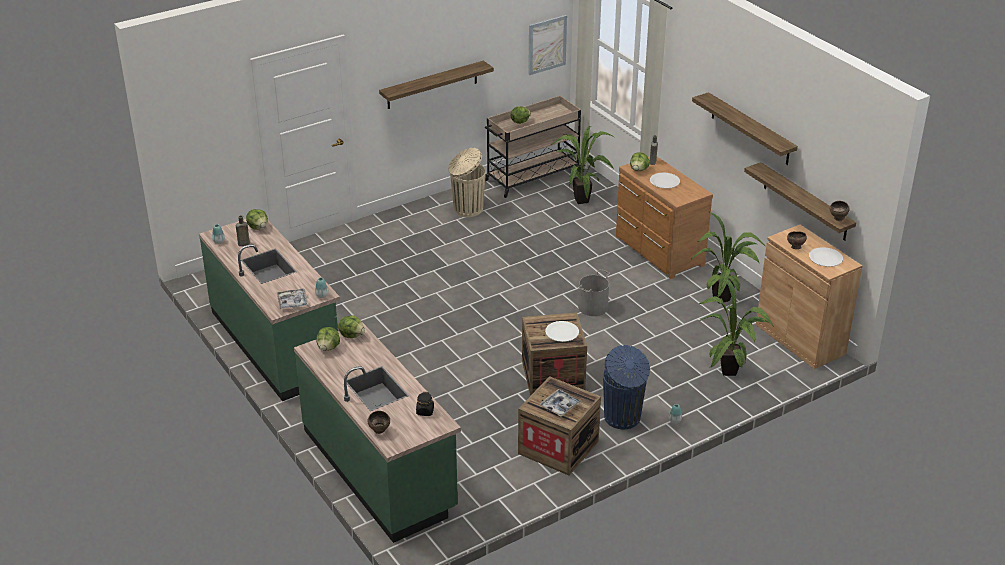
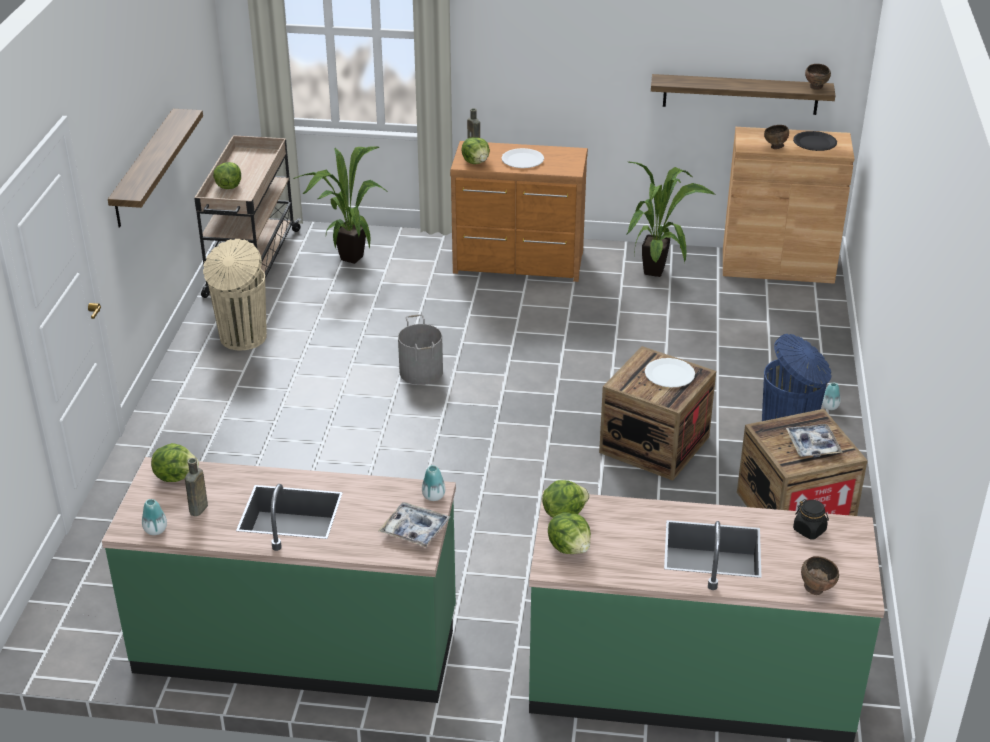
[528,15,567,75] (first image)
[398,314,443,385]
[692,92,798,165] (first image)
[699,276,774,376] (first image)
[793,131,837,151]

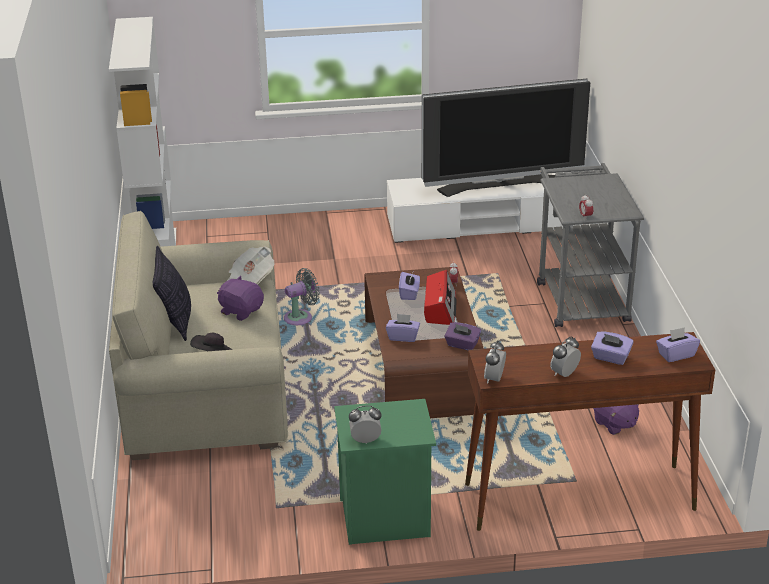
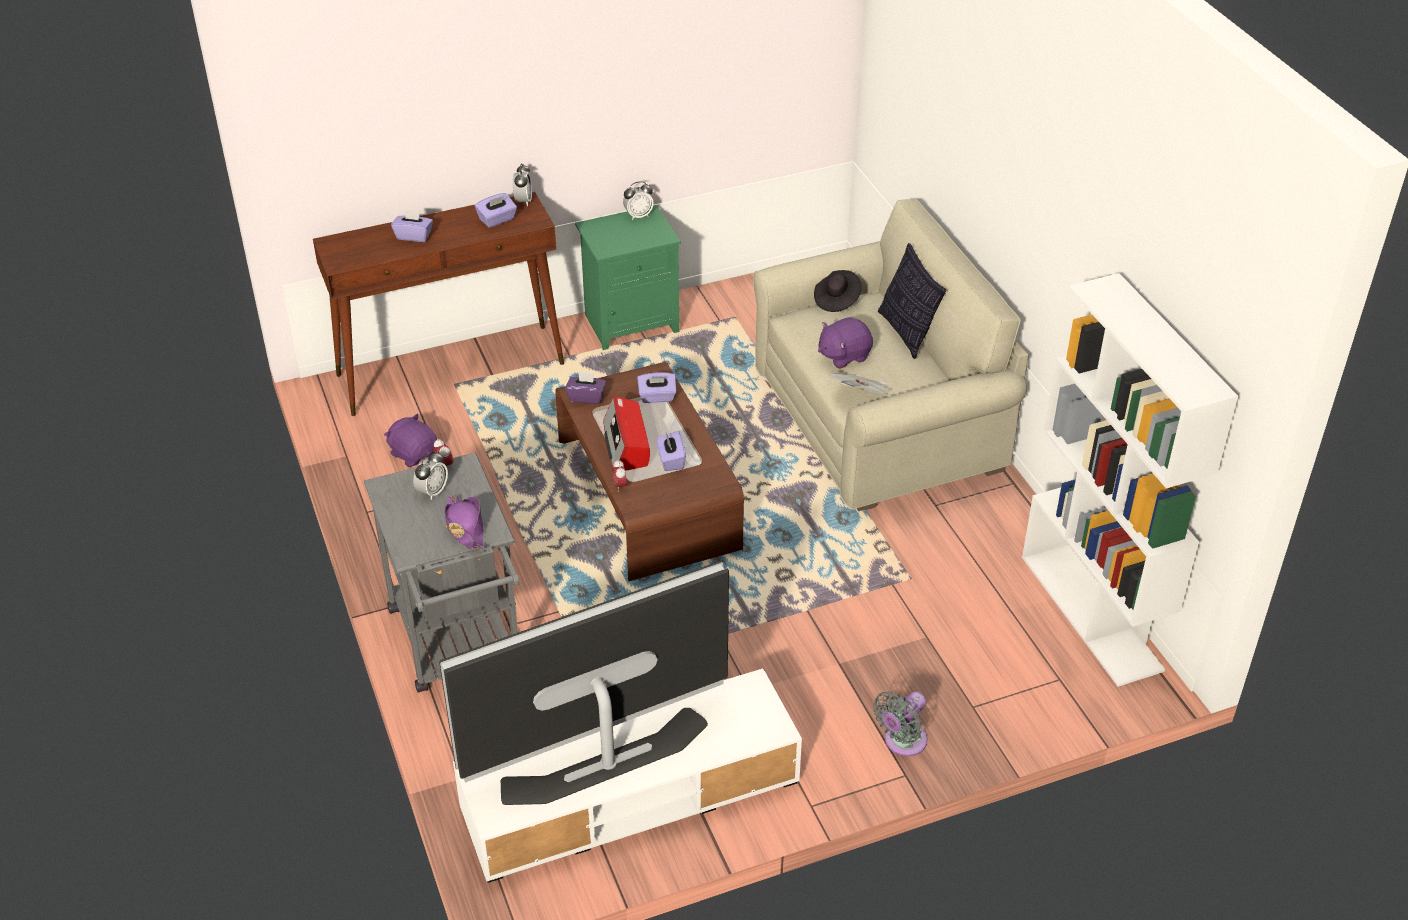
[818,317,873,369]
[873,691,928,756]
[413,451,448,500]
[475,193,517,228]
[444,495,484,550]

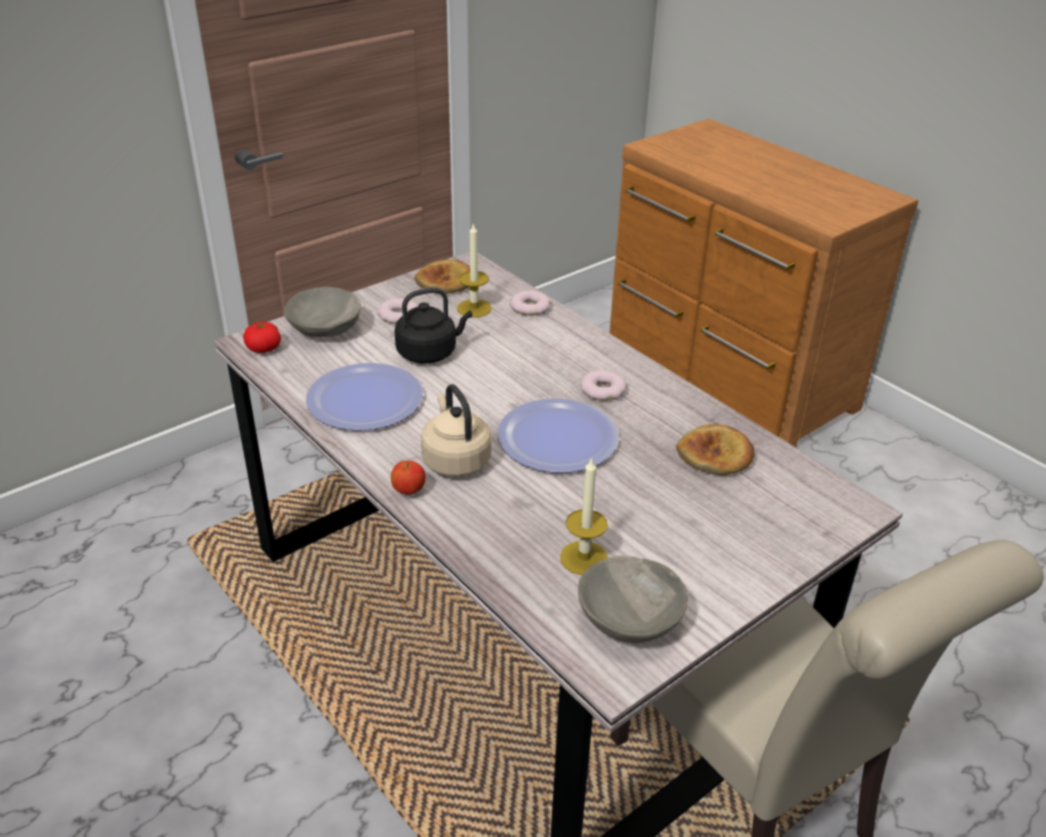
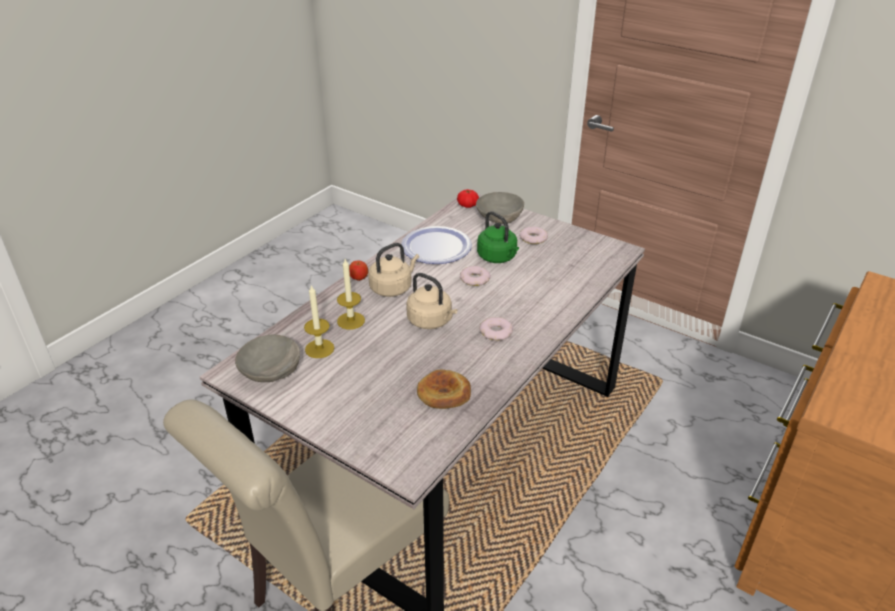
[477,211,519,263]
[414,259,470,294] (first image)
[337,259,365,329]
[406,273,457,329]
[460,266,491,286]

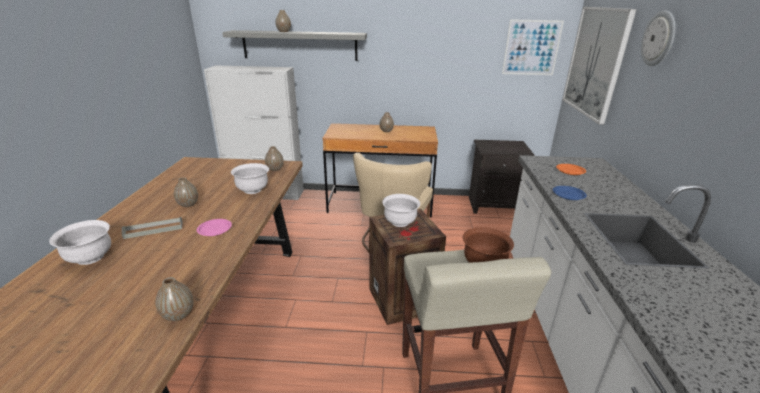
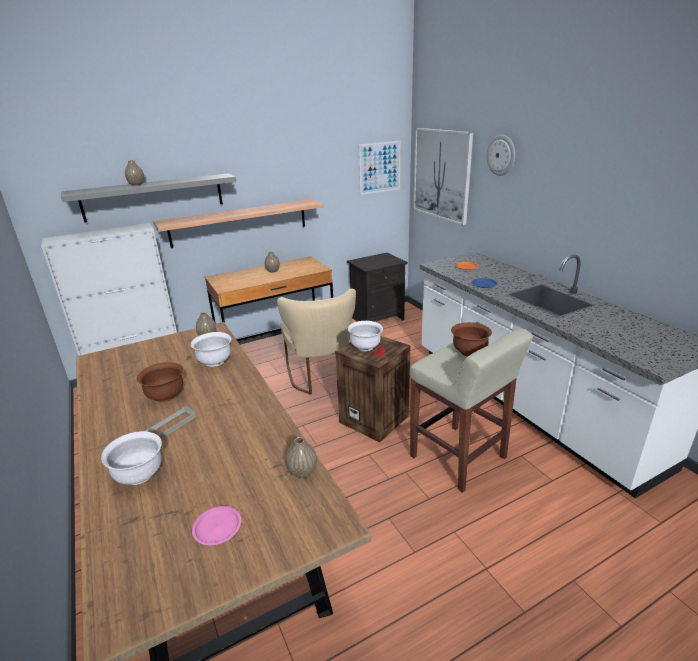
[137,362,183,402]
[192,506,241,545]
[153,199,324,248]

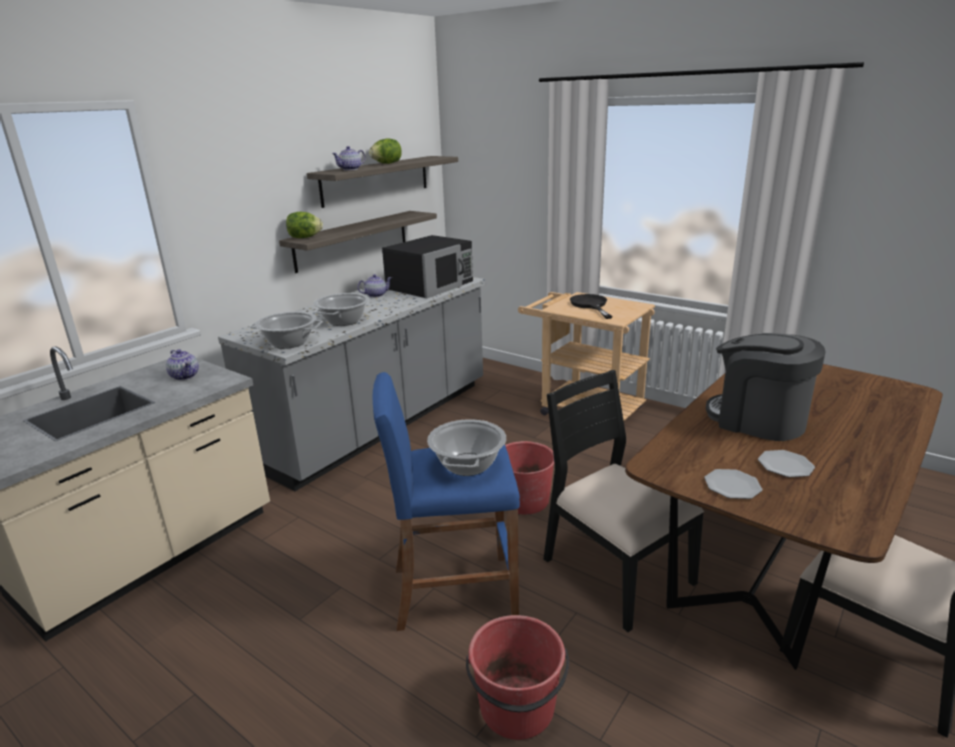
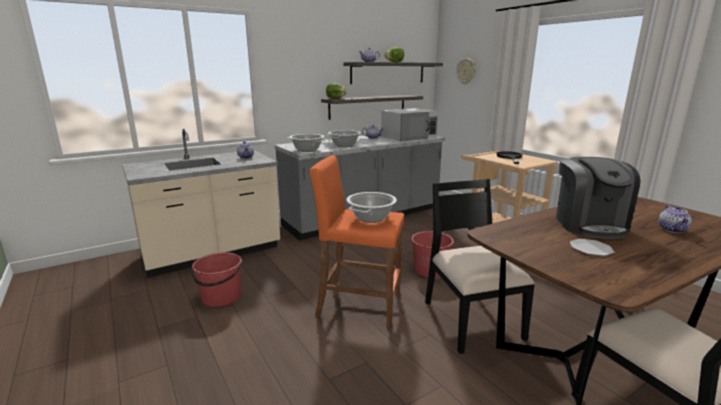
[310,155,404,328]
[381,108,438,142]
[191,252,242,307]
[704,469,762,499] (first image)
[556,157,641,239]
[457,58,476,84]
[658,205,692,233]

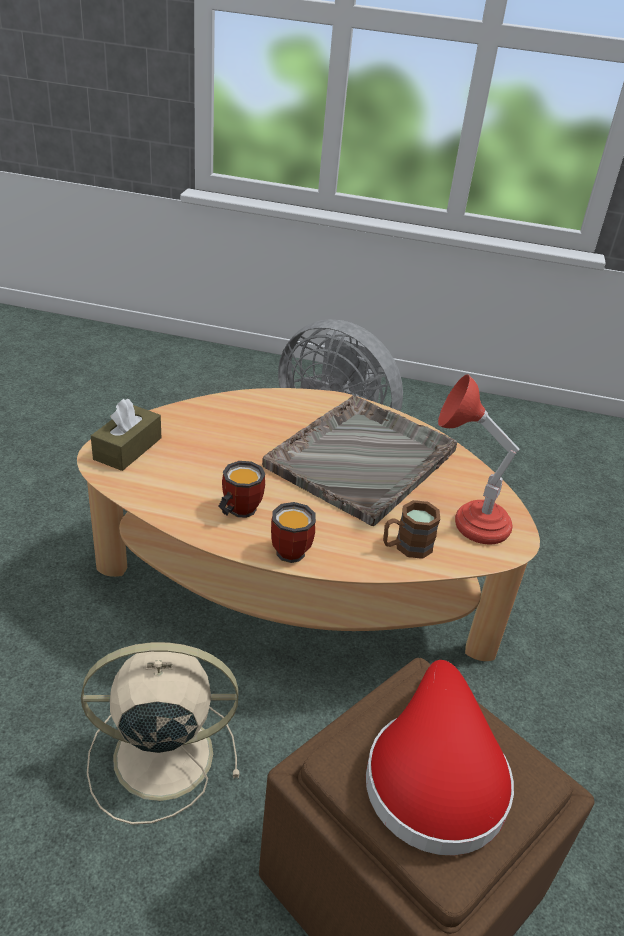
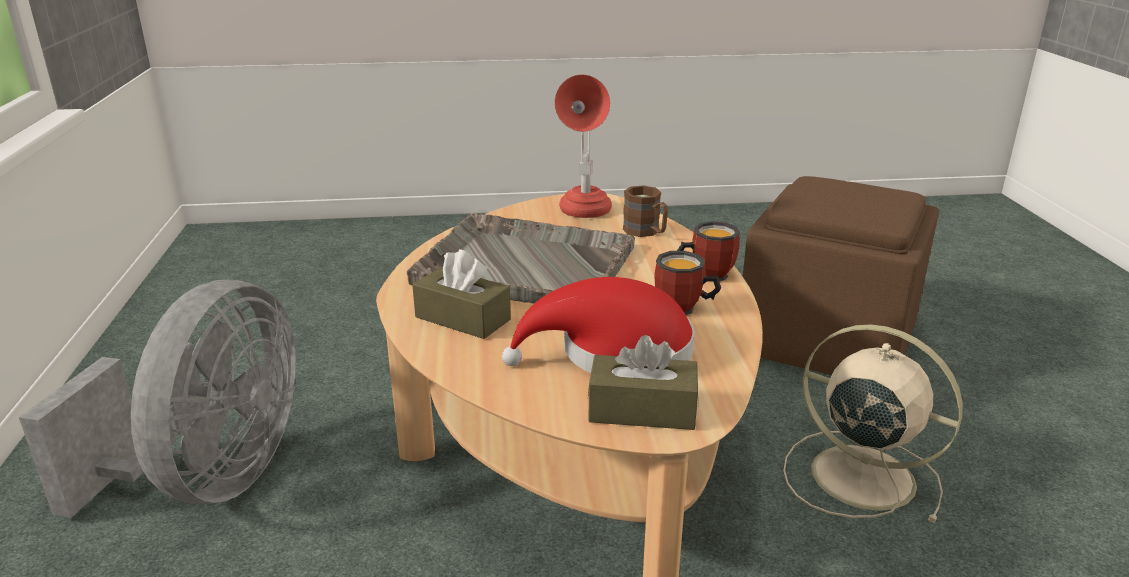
[783,324,963,523]
[502,277,695,373]
[412,250,511,339]

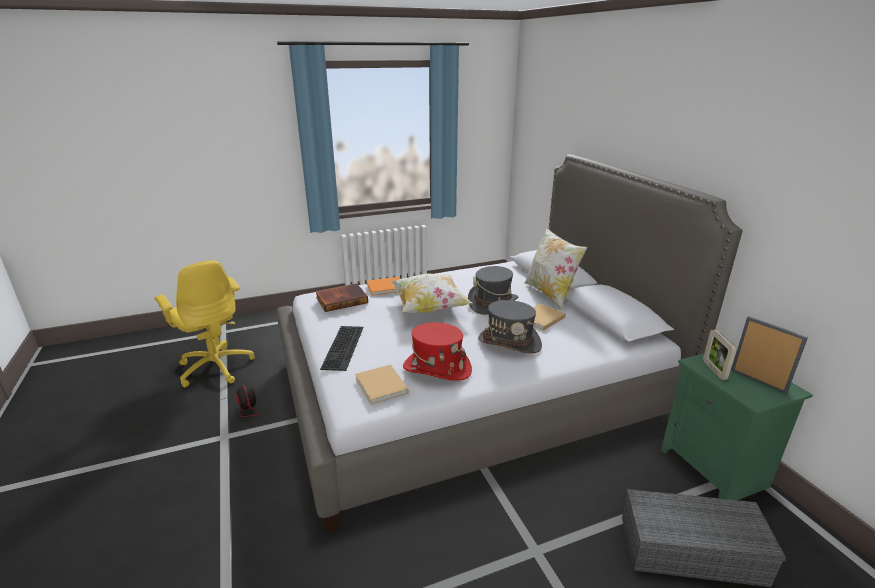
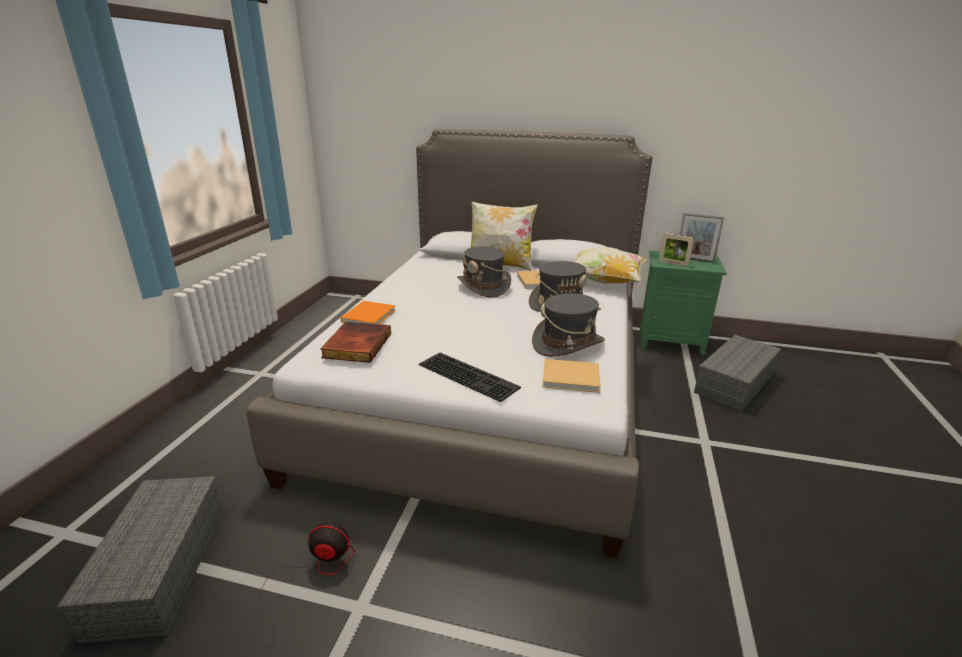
[57,476,223,644]
[575,247,646,284]
[532,293,605,357]
[680,213,725,263]

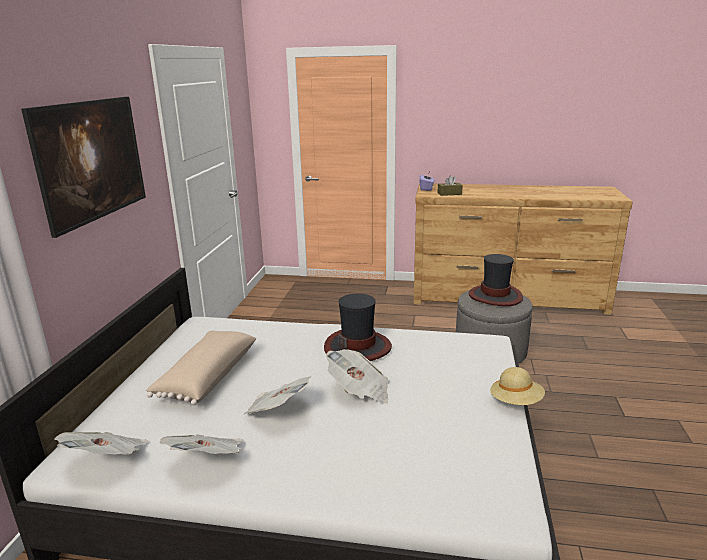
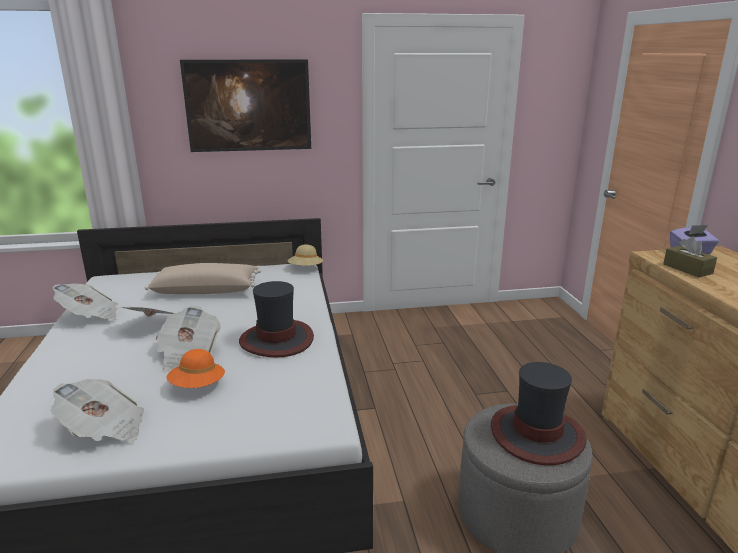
[51,379,144,442]
[288,244,323,266]
[166,349,225,388]

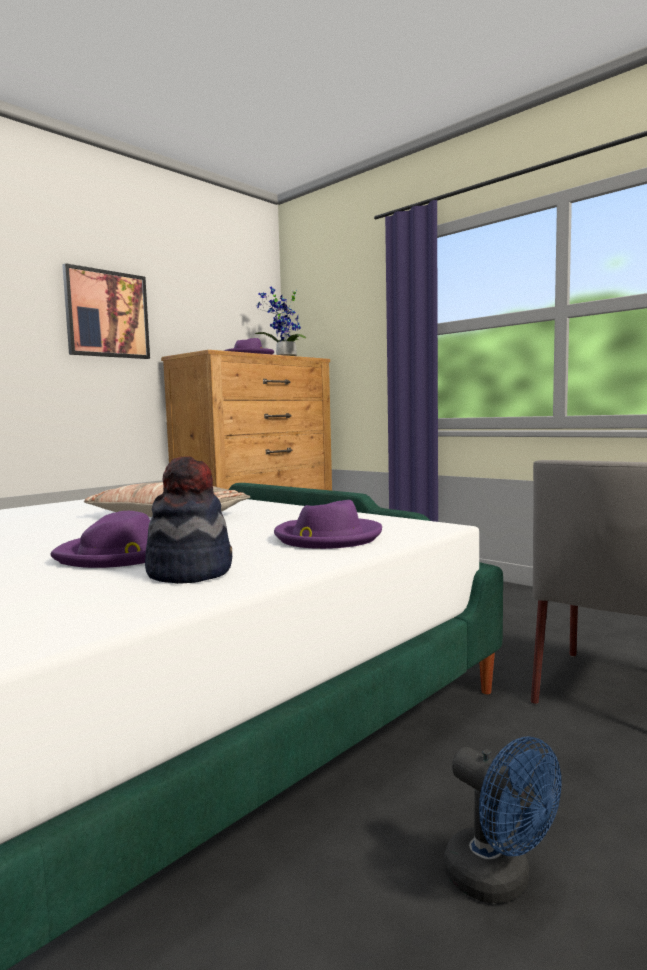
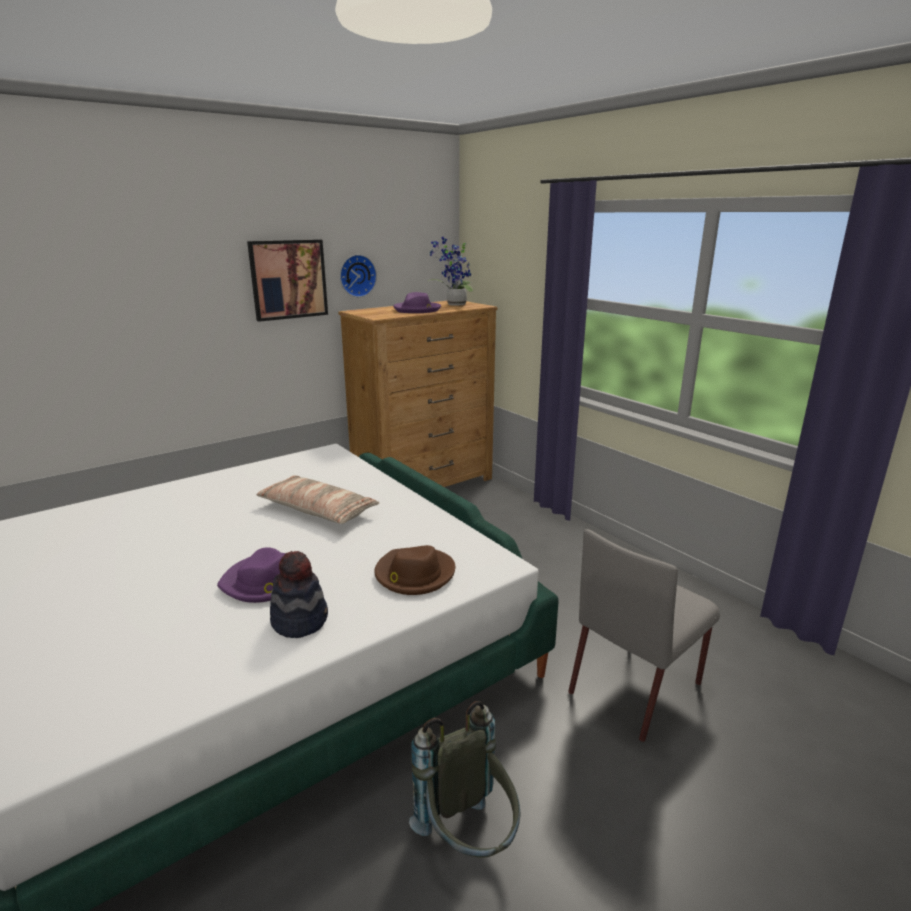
[374,545,455,595]
[409,701,520,858]
[340,255,377,297]

